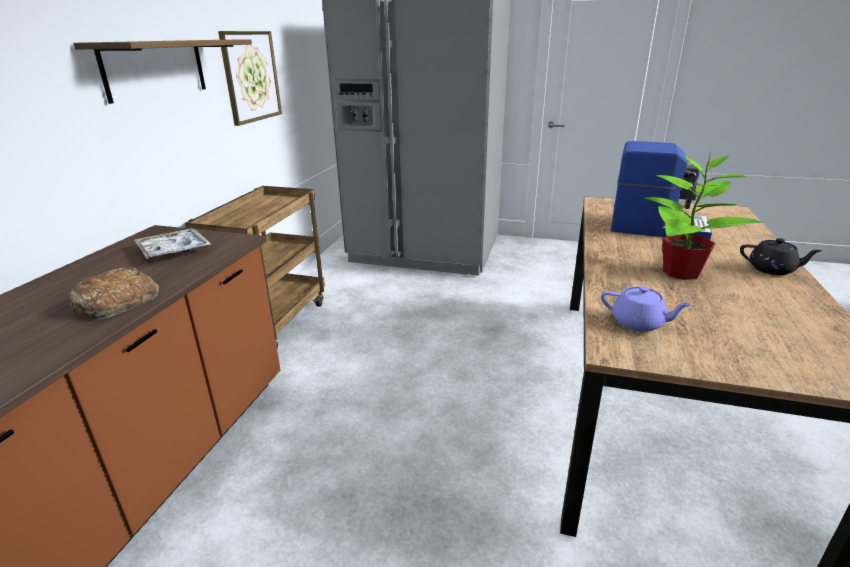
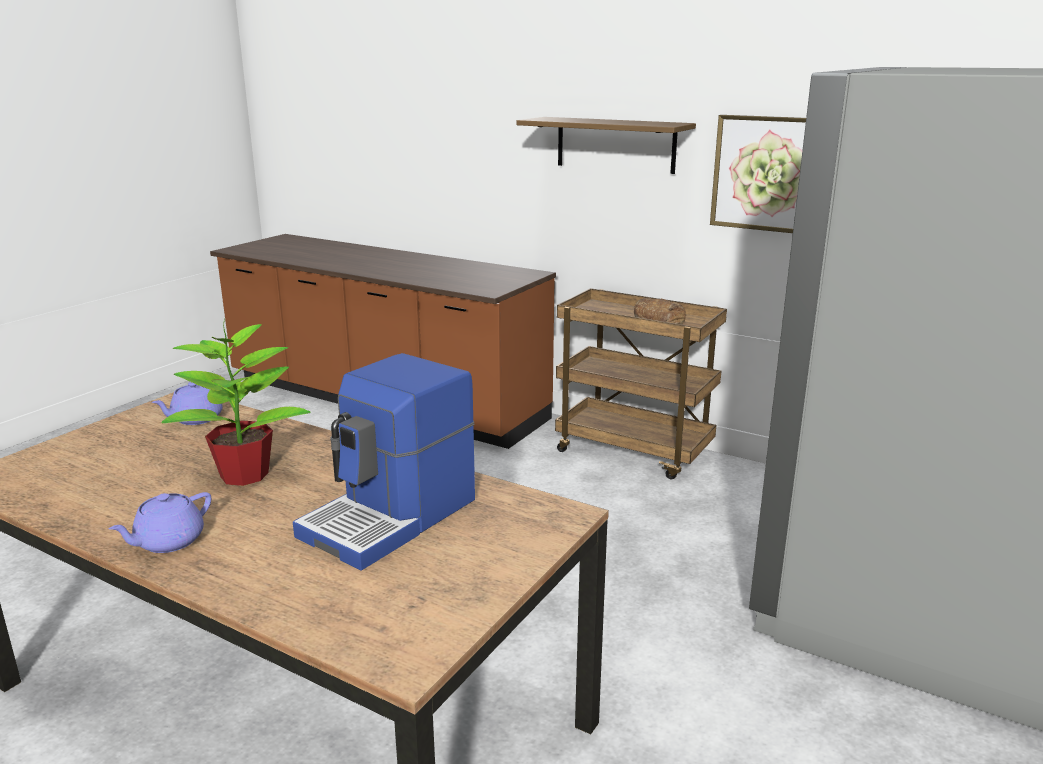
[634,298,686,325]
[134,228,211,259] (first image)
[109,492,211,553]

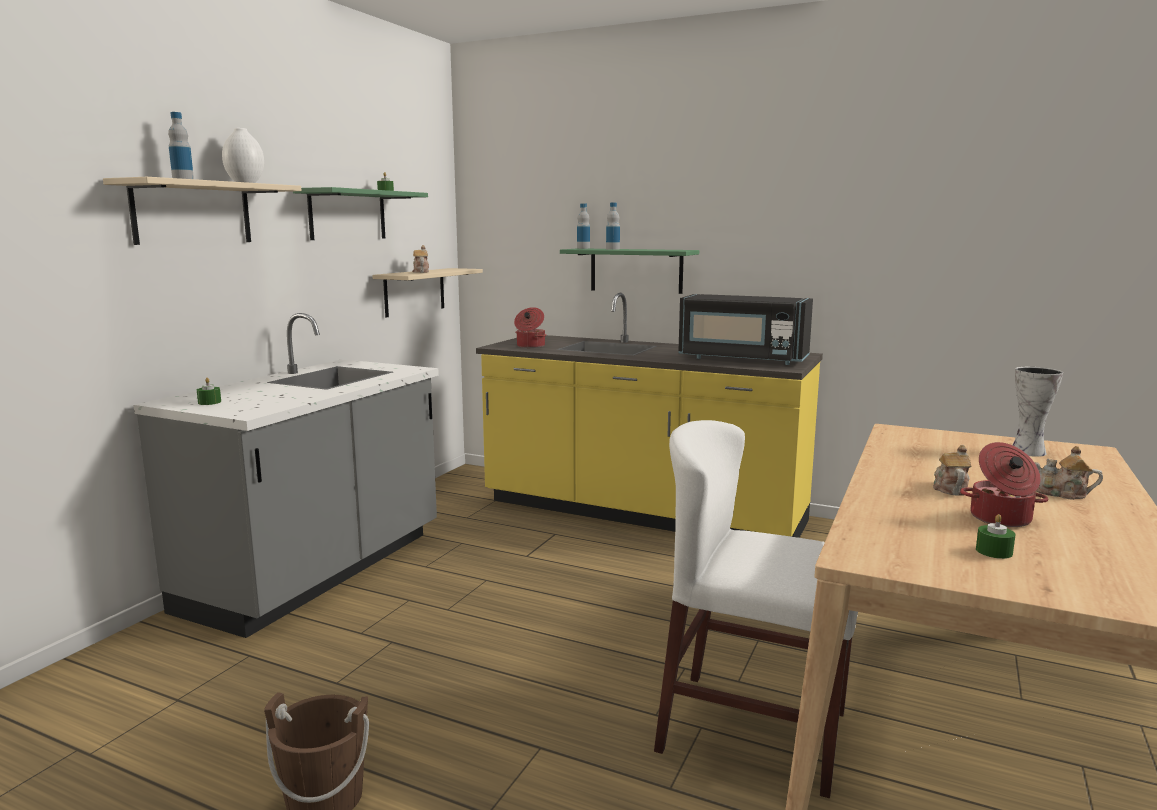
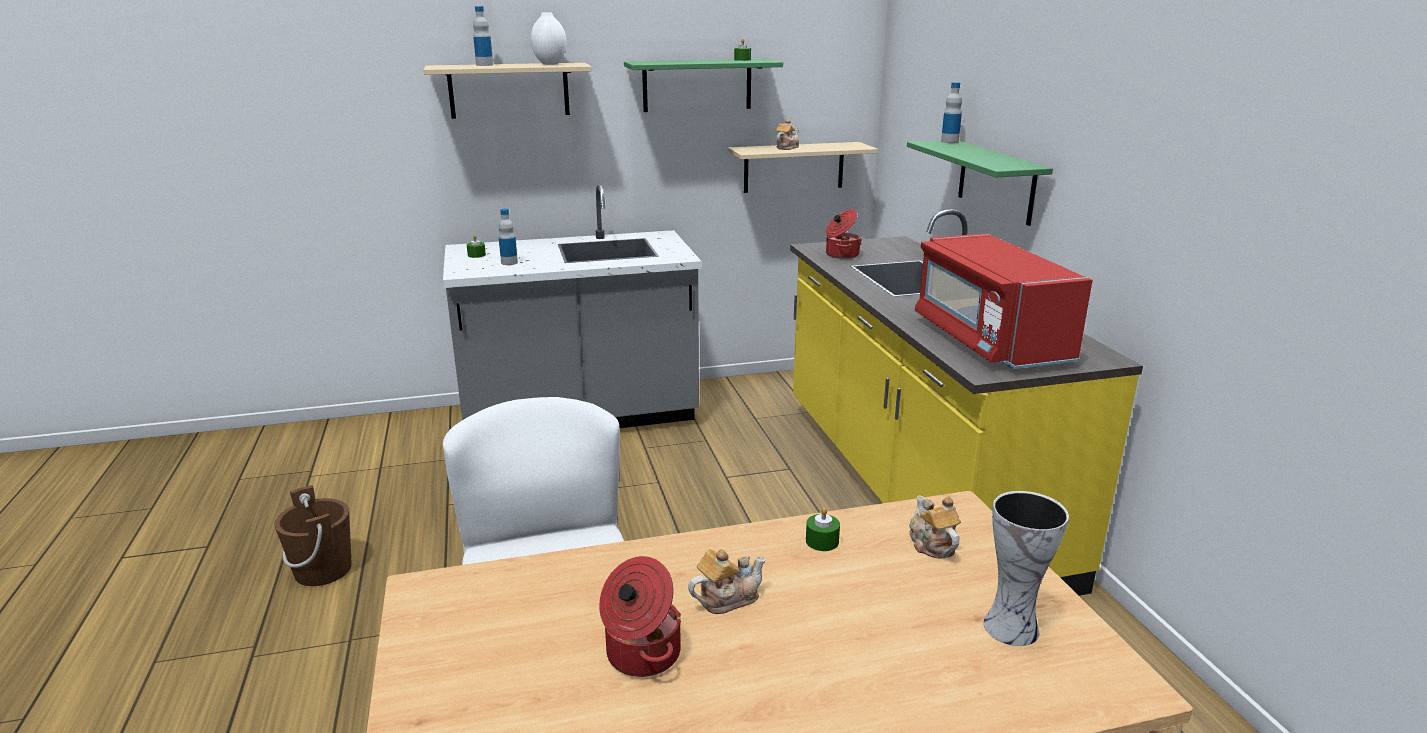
[498,208,518,265]
[915,233,1093,369]
[806,507,840,551]
[909,495,961,559]

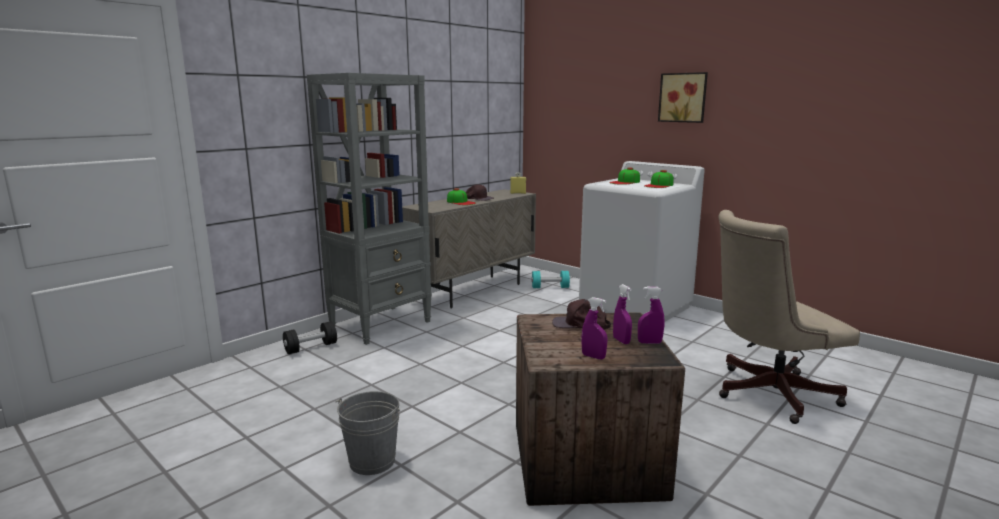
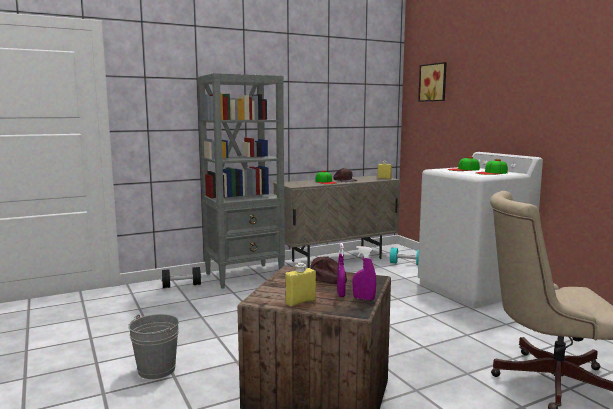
[285,263,316,307]
[418,62,447,102]

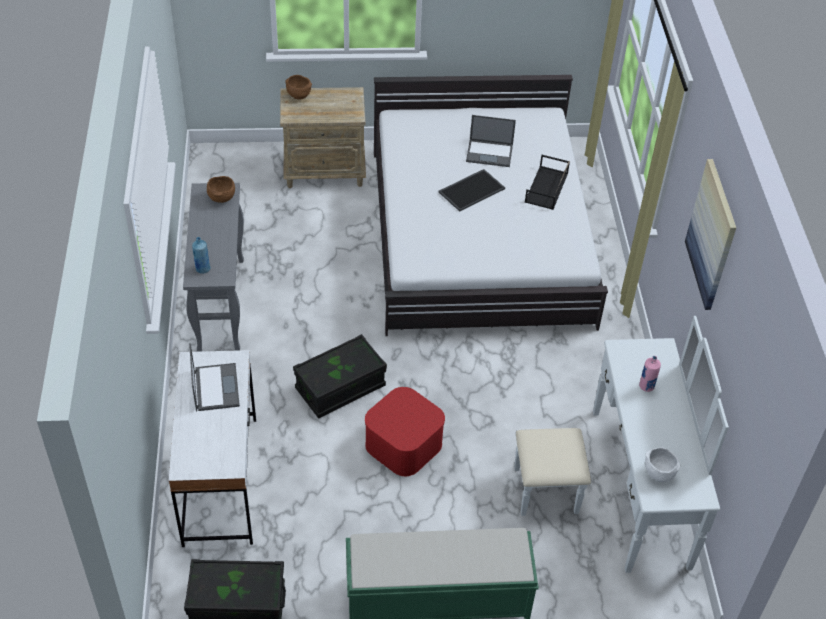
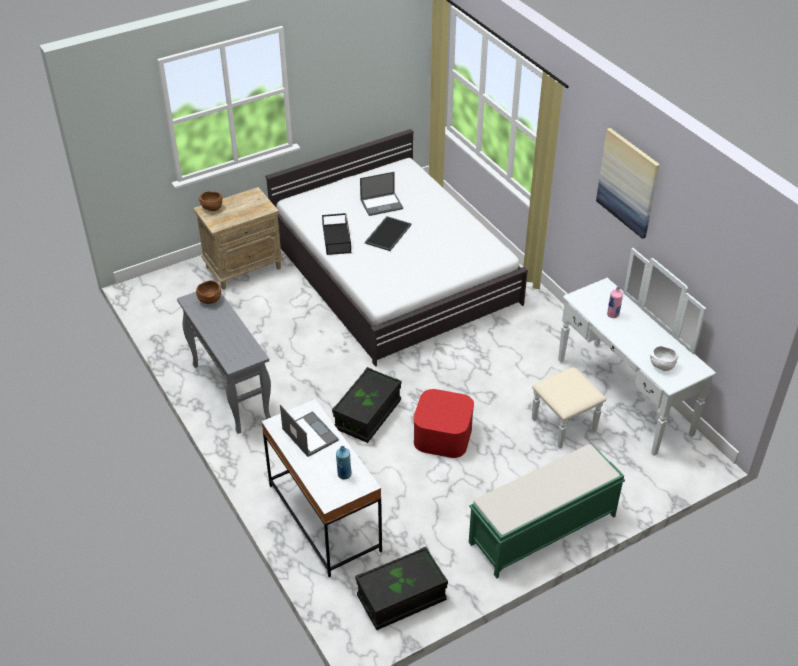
[336,446,352,479]
[322,213,351,255]

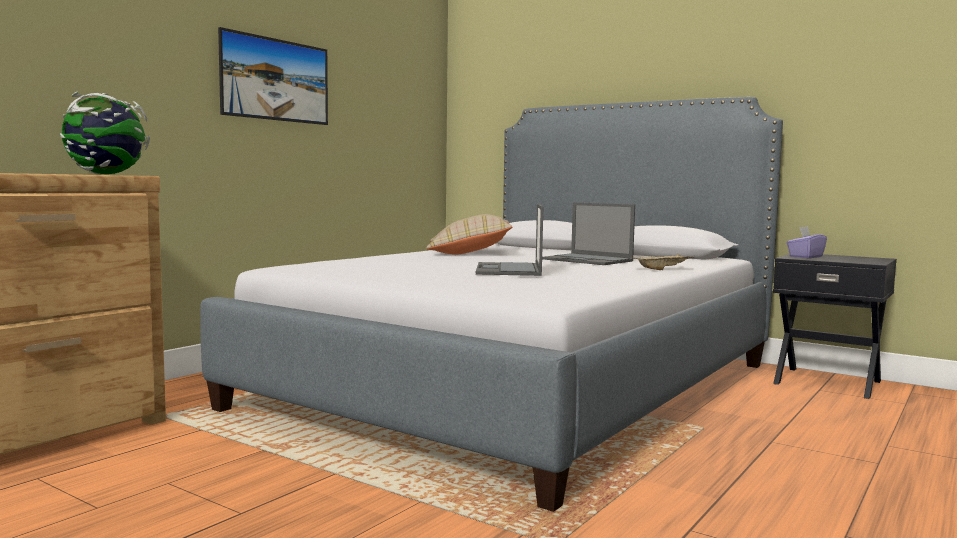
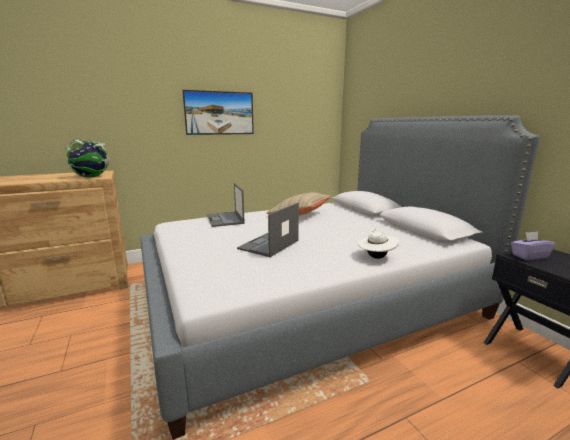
[207,183,245,227]
[358,229,399,259]

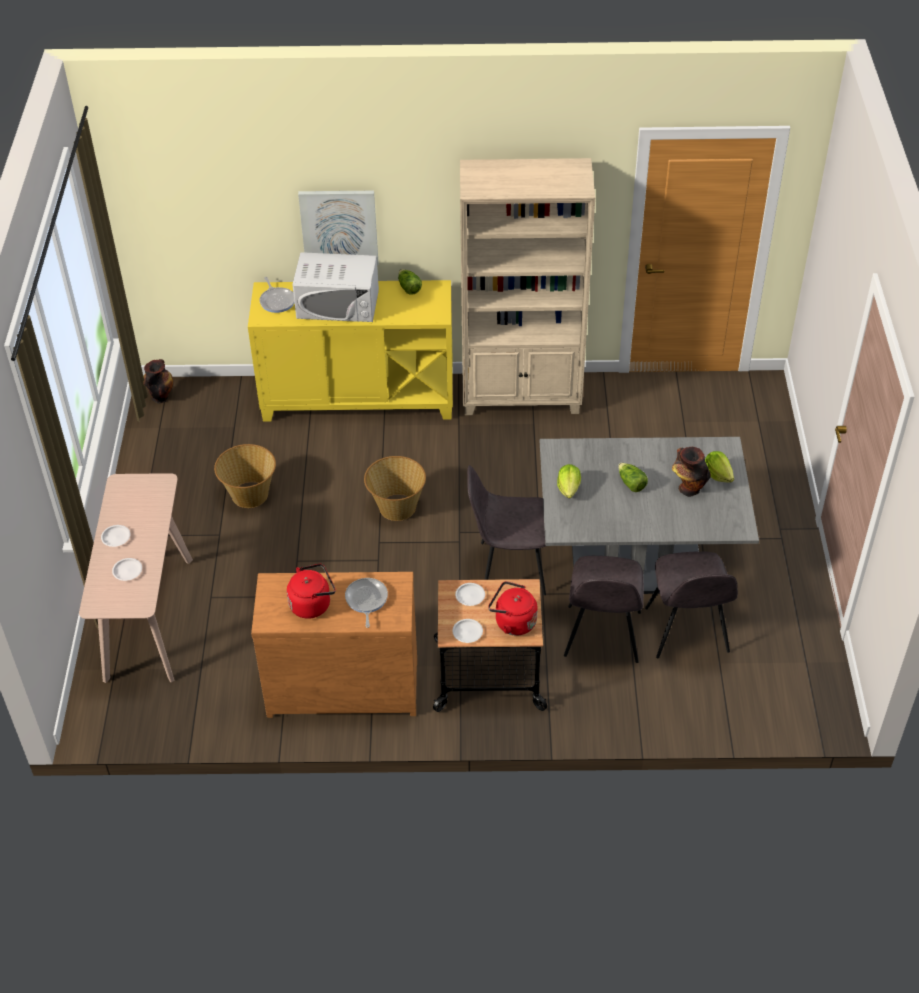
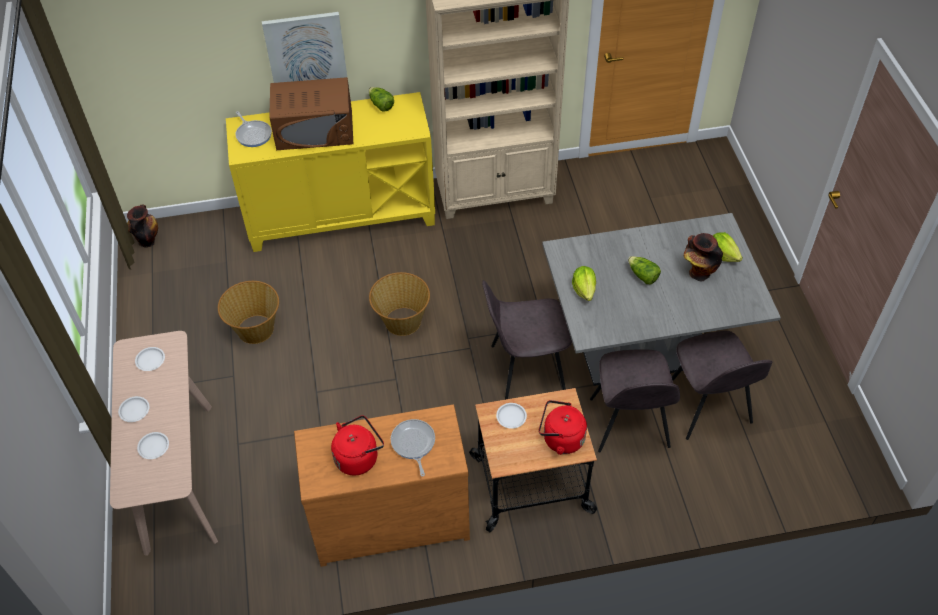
[269,77,353,150]
[135,347,165,371]

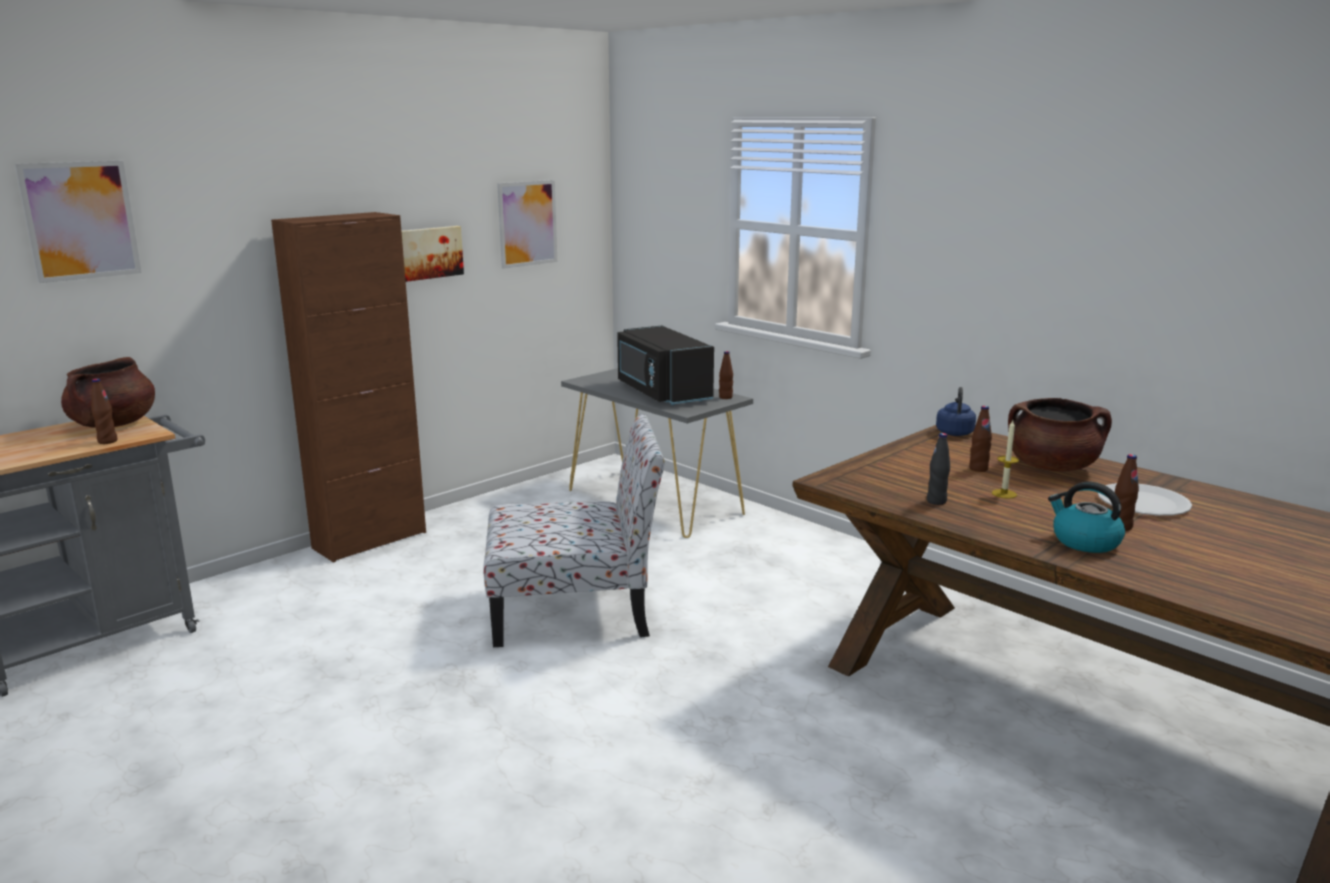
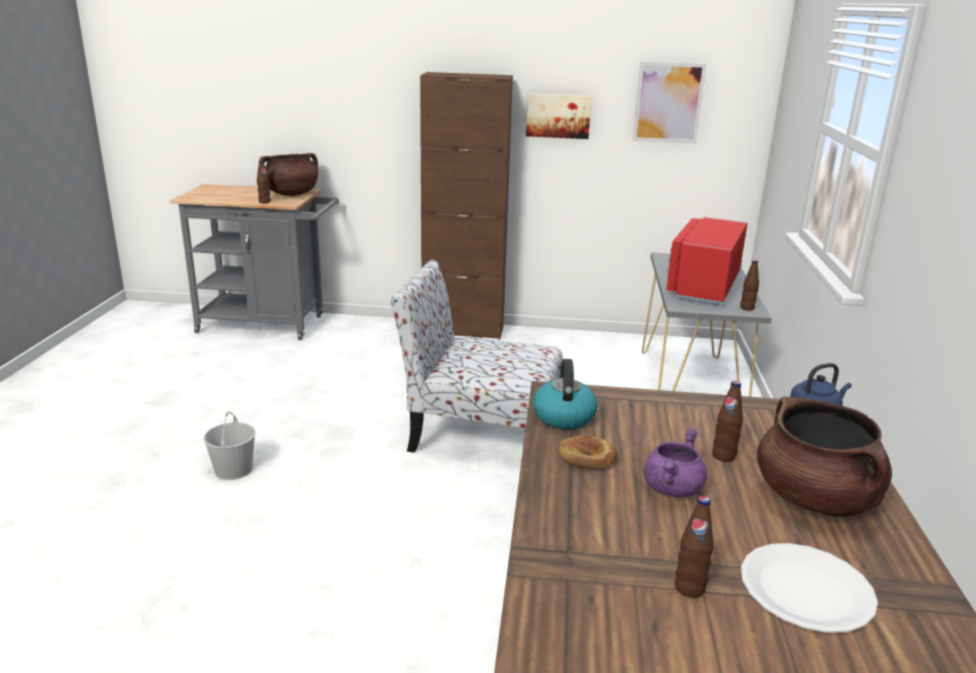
[15,161,142,283] (first image)
[391,260,563,453]
[667,217,748,304]
[558,434,617,469]
[644,427,707,497]
[533,359,598,429]
[203,411,255,480]

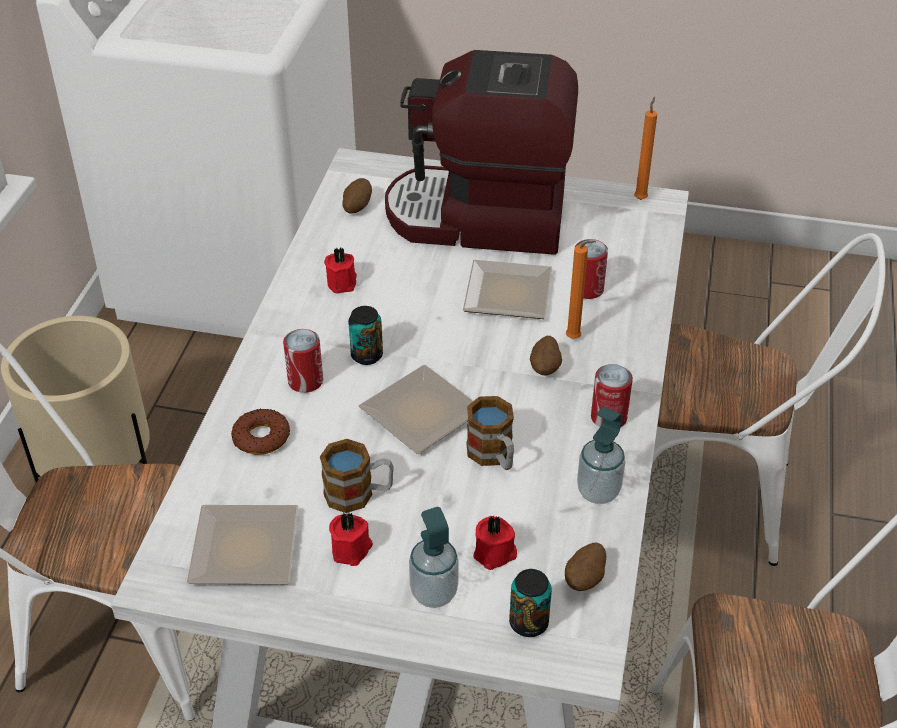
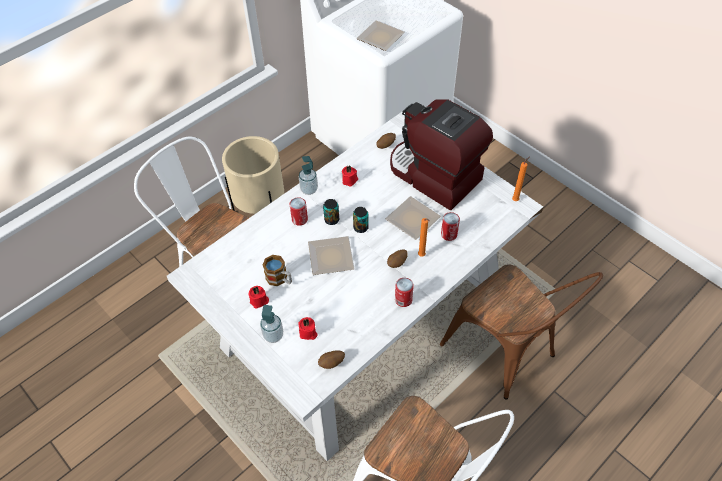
[356,20,405,51]
[231,409,290,455] (first image)
[466,396,514,470] (first image)
[353,207,369,233]
[299,156,318,195]
[440,264,603,400]

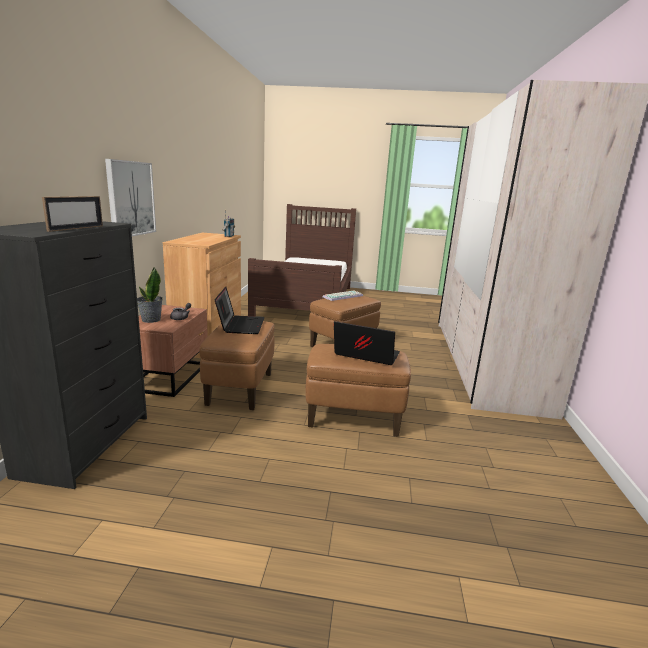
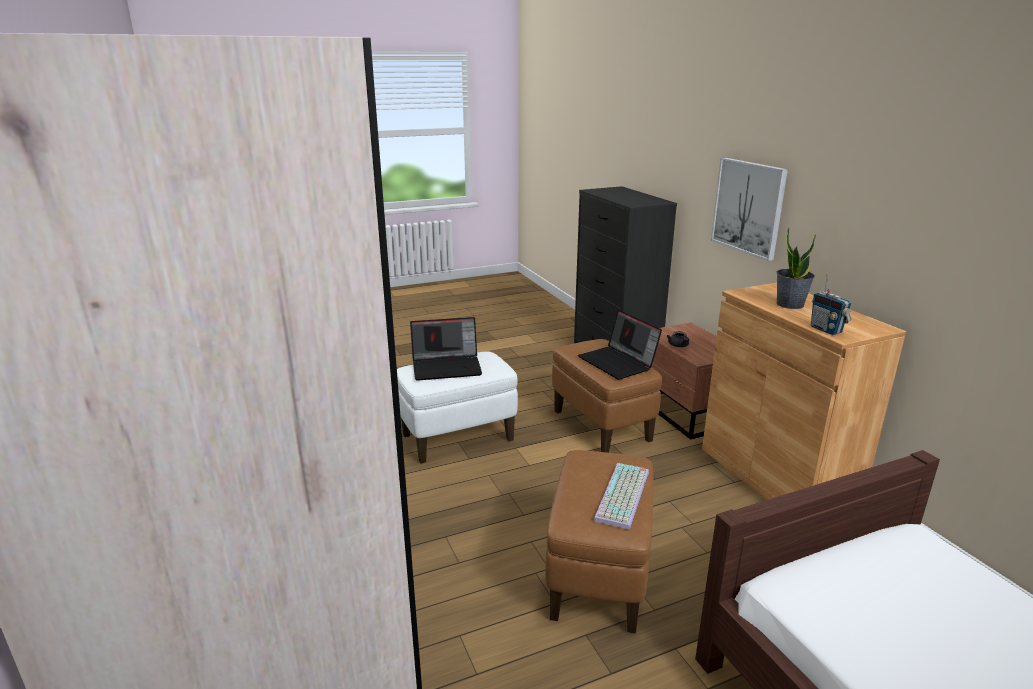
[42,196,103,232] (first image)
[777,228,816,309]
[397,351,518,463]

